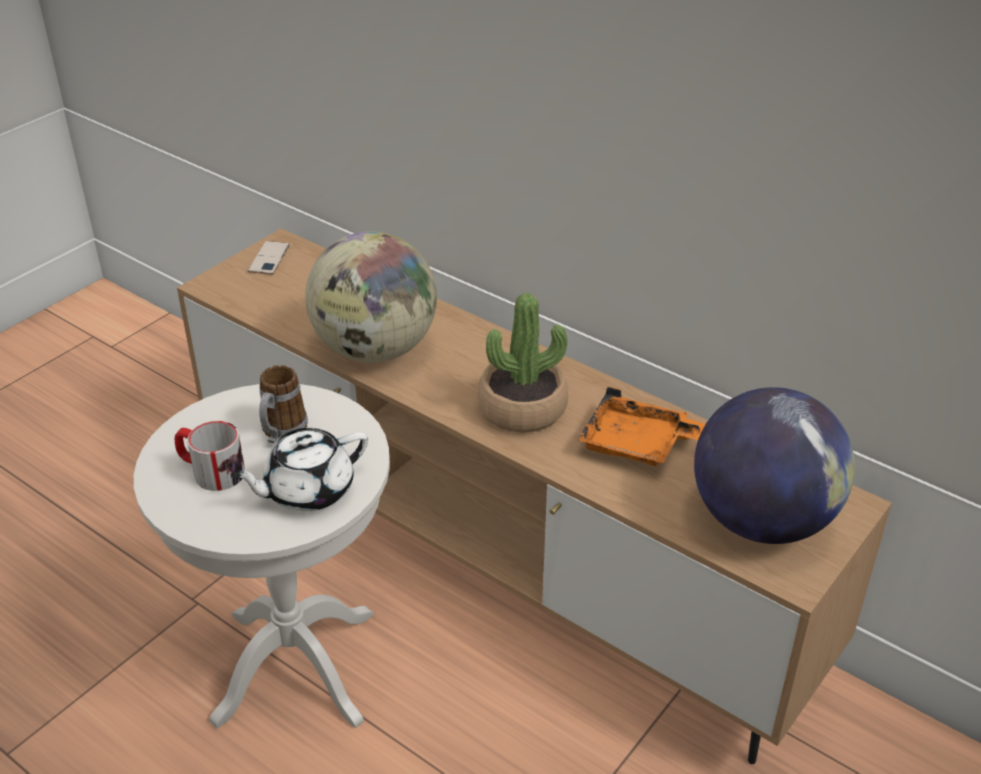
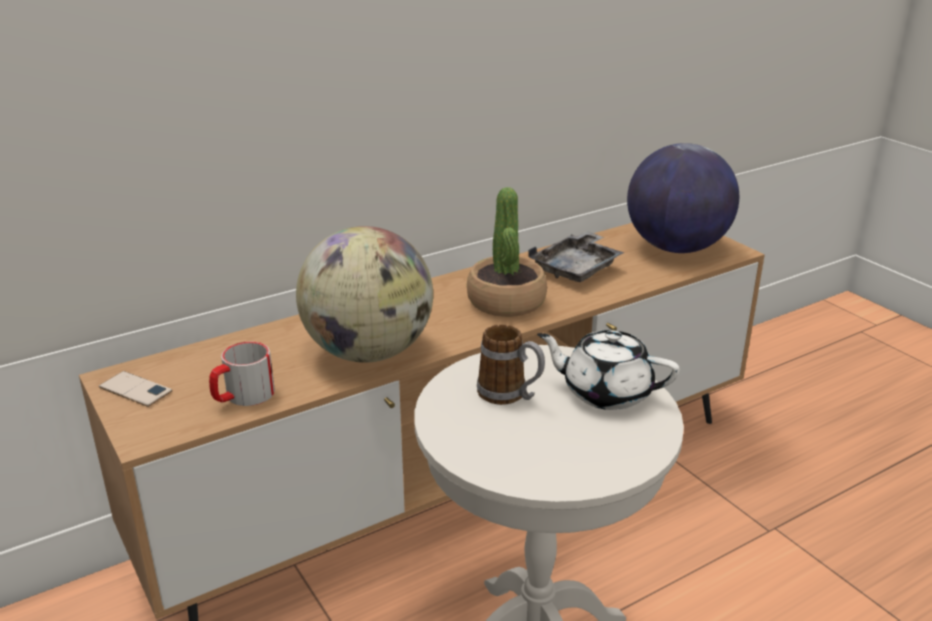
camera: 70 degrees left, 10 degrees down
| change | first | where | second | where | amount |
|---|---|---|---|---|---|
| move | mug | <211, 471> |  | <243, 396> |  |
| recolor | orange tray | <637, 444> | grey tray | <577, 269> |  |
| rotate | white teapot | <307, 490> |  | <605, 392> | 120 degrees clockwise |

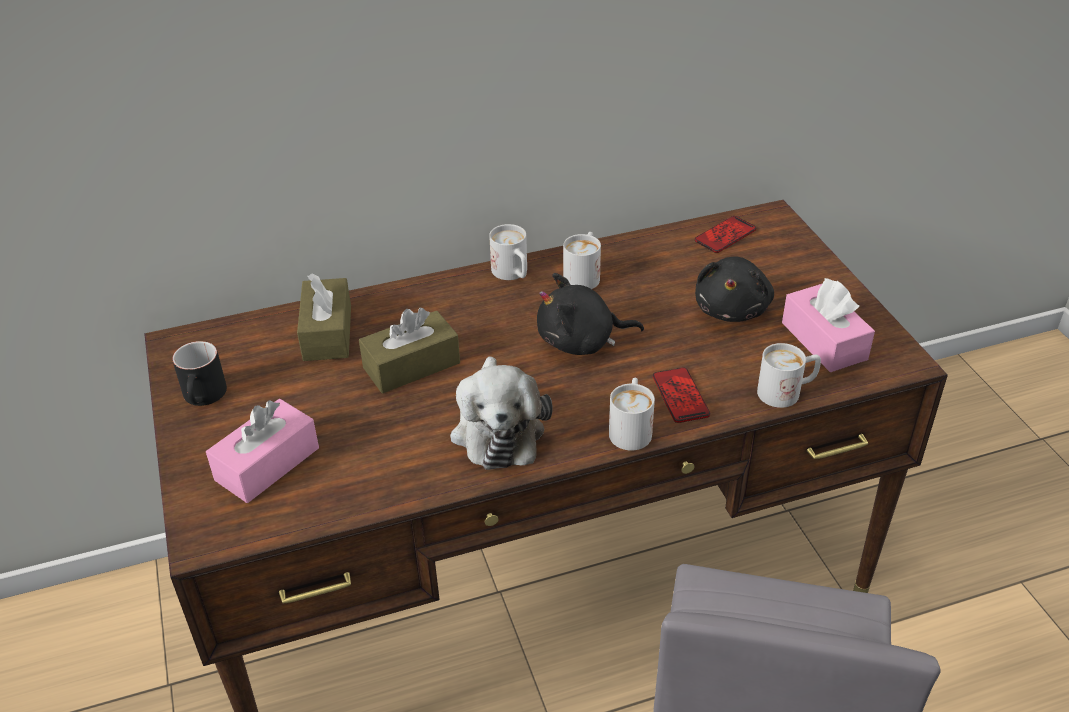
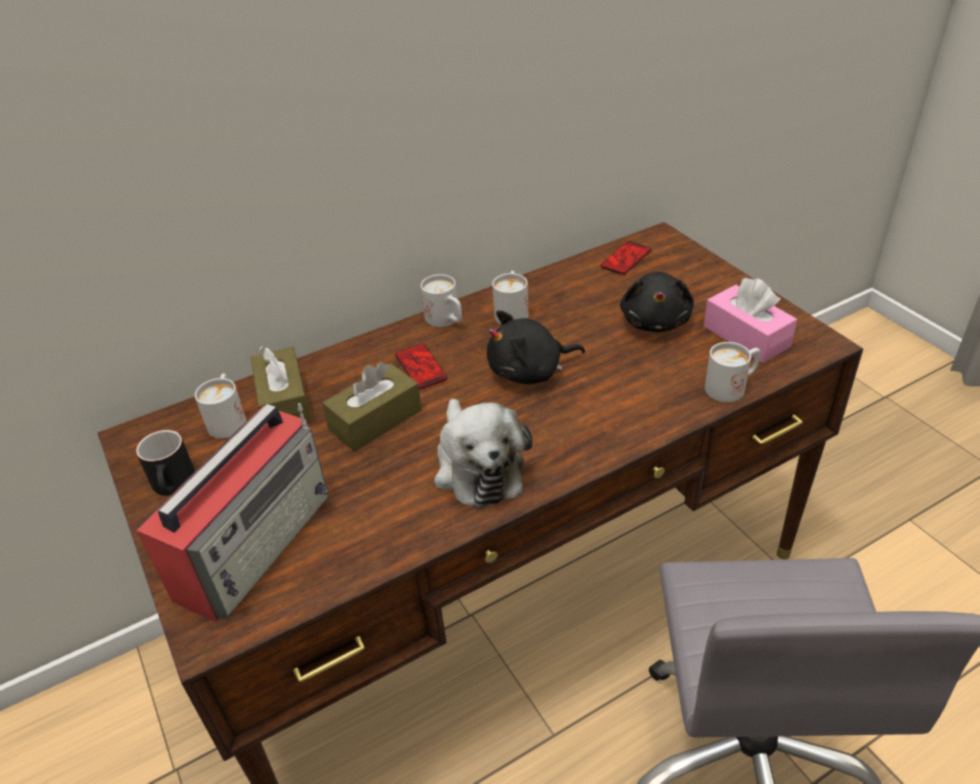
camera: 10 degrees left, 0 degrees up
| change | first | where | second | where | amount |
|---|---|---|---|---|---|
| replace | pink tissue box | <267, 464> | radio | <256, 542> |  |
| move | white mug | <631, 428> |  | <228, 419> |  |
| move | phone | <680, 396> |  | <421, 367> |  |

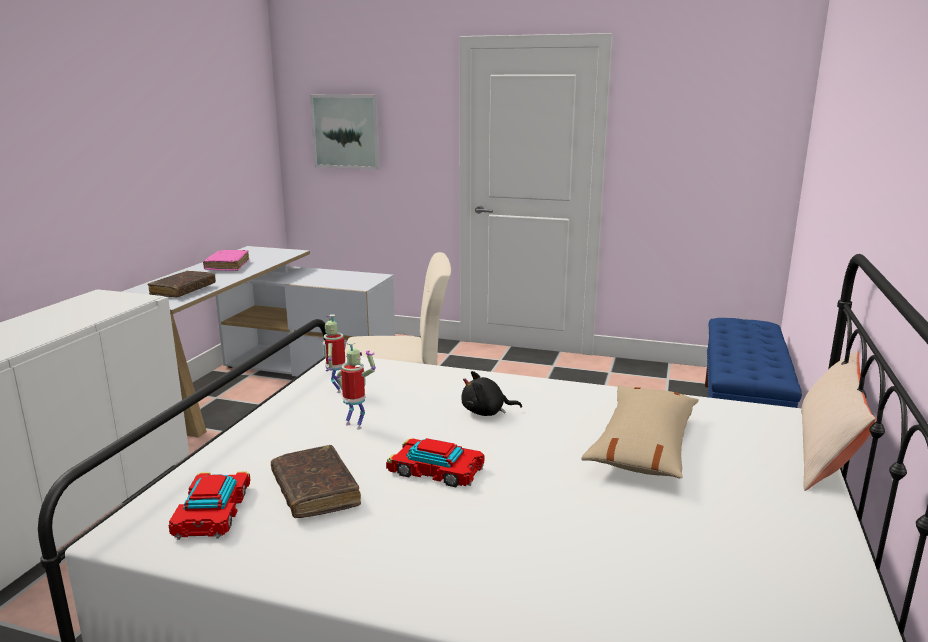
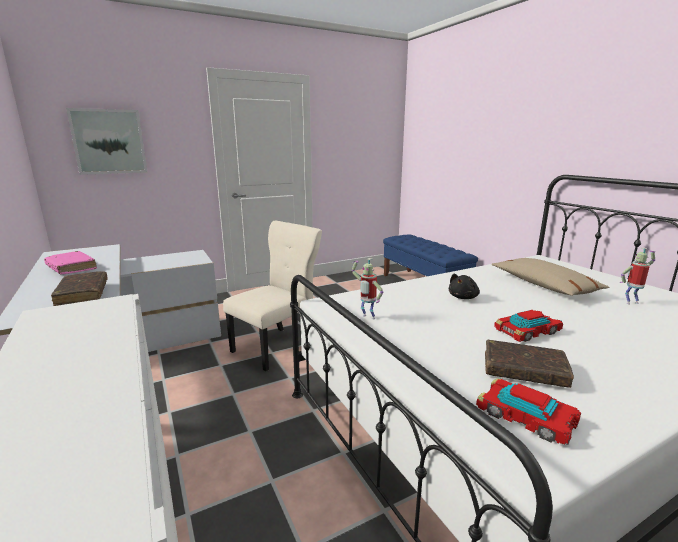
camera: 45 degrees left, 0 degrees up
| change | first | where | second | where | amount |
|---|---|---|---|---|---|
| move | toy robot | <356, 425> |  | <631, 302> |  |
| delete | beige pillow | <826, 451> |  |  |  |

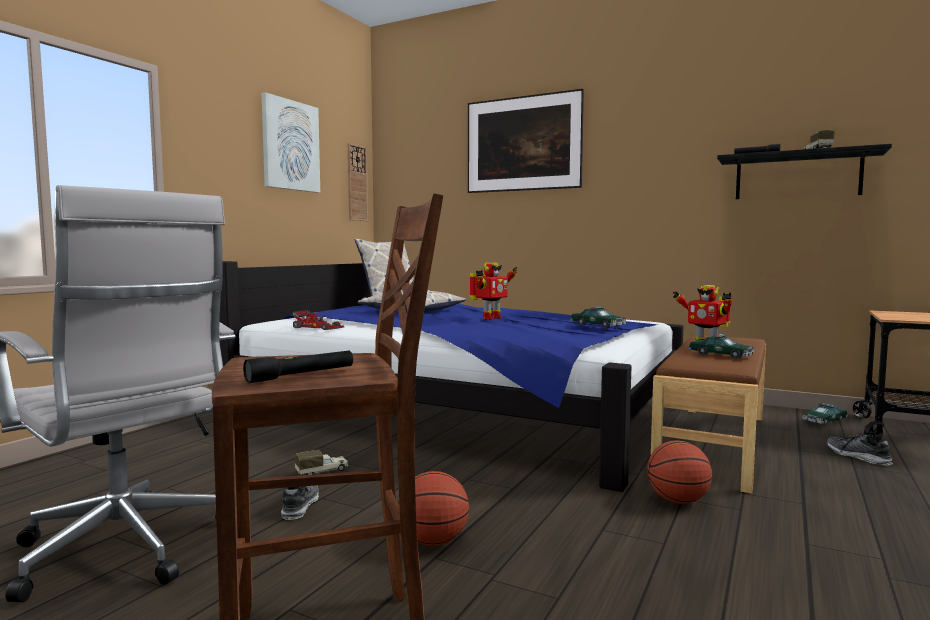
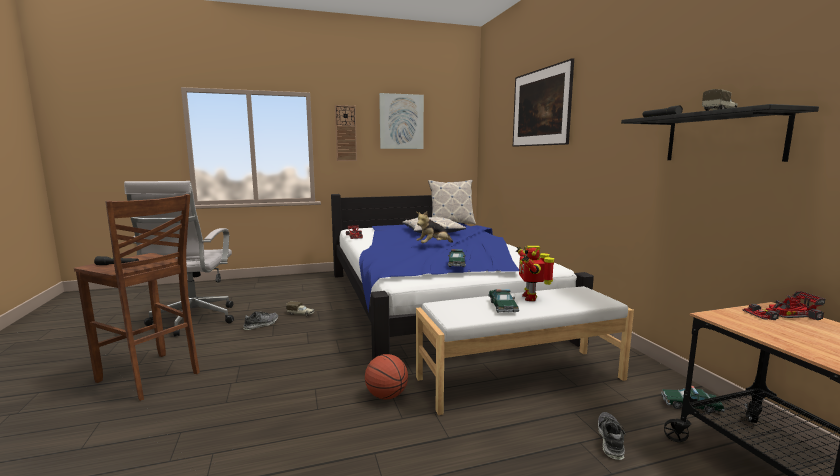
camera: 45 degrees right, 5 degrees up
| change | first | where | second | where | amount |
|---|---|---|---|---|---|
| move | wall clock | <357, 183> |  | <346, 133> |  |
| replace | toy robot | <490, 318> | plush toy | <433, 245> |  |
| recolor | brown bench | <712, 443> | white bench | <520, 378> |  |
| insert |  |  | toy car | <781, 314> |  |
| delete | basketball | <433, 541> |  |  |  |

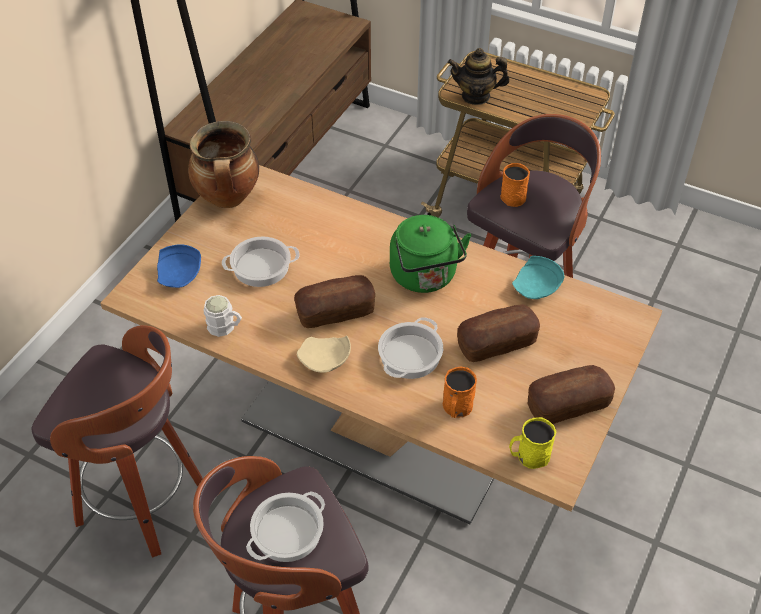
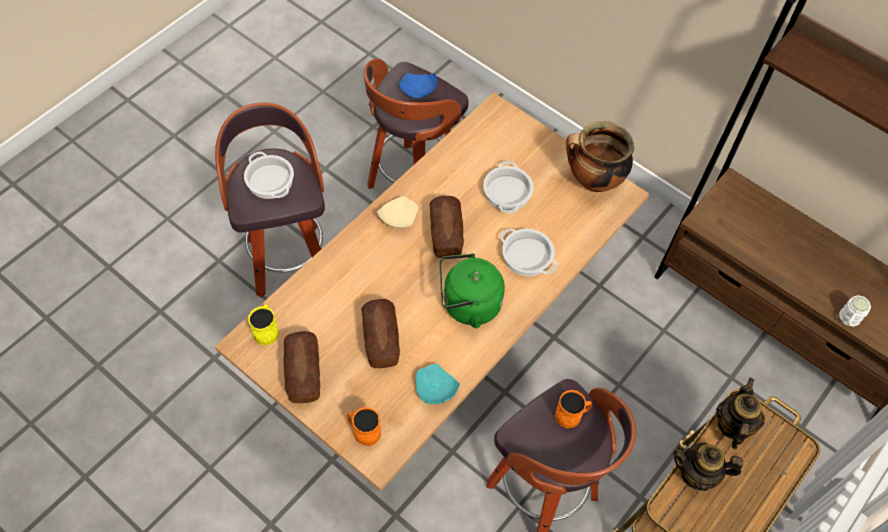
camera: 100 degrees right, 10 degrees up
| change | first | where | second | where | amount |
|---|---|---|---|---|---|
| move | orange mug | <457, 408> |  | <363, 431> |  |
| move | blue plate | <180, 274> |  | <418, 91> |  |
| move | cooking pot | <410, 356> |  | <526, 256> |  |
| insert |  |  | teapot | <697, 475> |  |
| move | white mug | <225, 327> |  | <848, 319> |  |

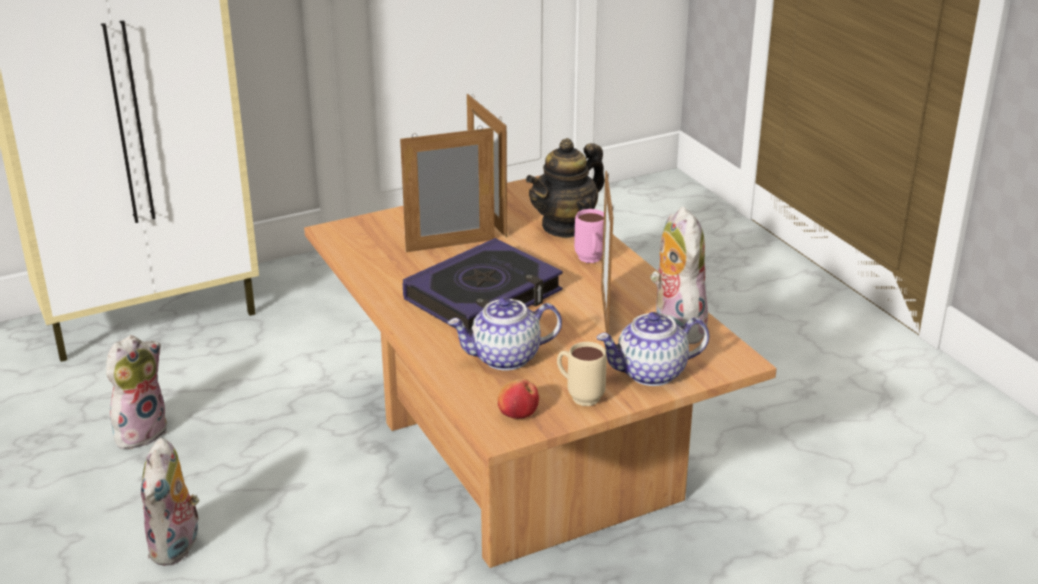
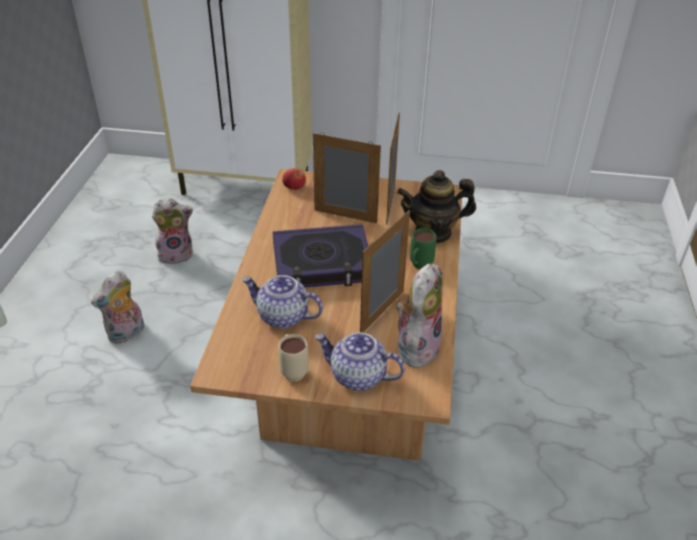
camera: 35 degrees right, 10 degrees up
| change | first | where | second | where | amount |
|---|---|---|---|---|---|
| move | apple | <517, 413> |  | <294, 186> |  |
| recolor | pink mug | <590, 261> | green mug | <418, 267> |  |

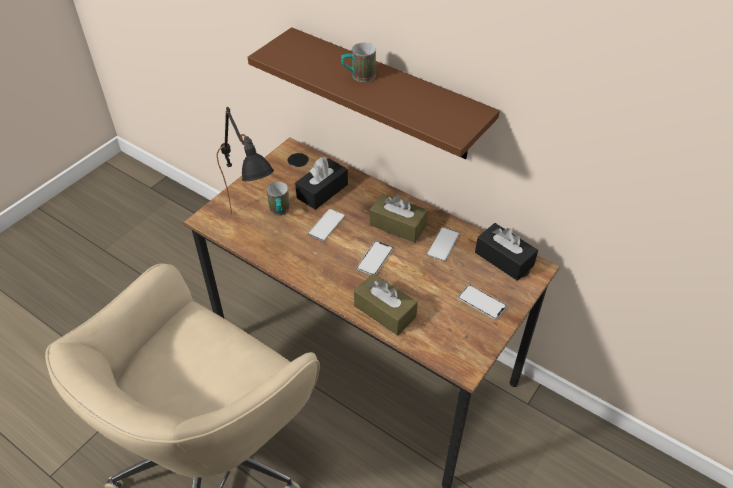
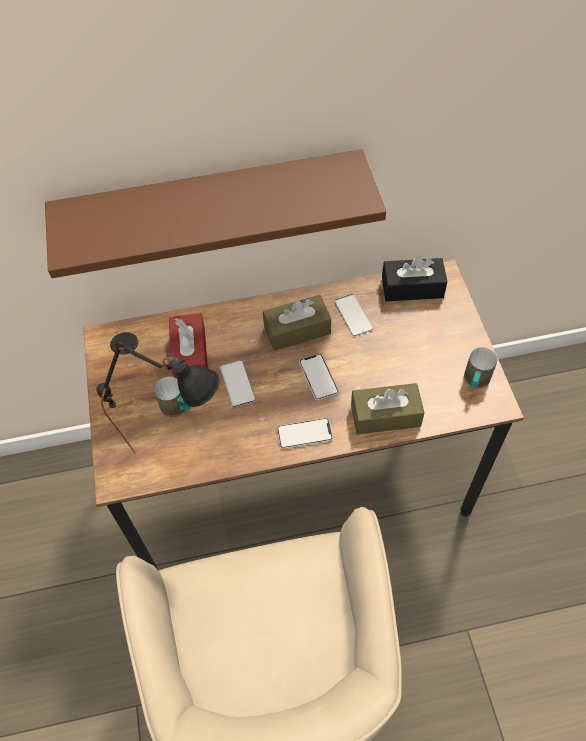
camera: 45 degrees left, 10 degrees up
| change | first | where | second | where | amount |
|---|---|---|---|---|---|
| recolor | black tissue box | <322, 191> | red tissue box | <190, 355> |  |
| move | phone | <481, 302> |  | <304, 434> |  |
| move | mug | <358, 76> |  | <475, 382> |  |

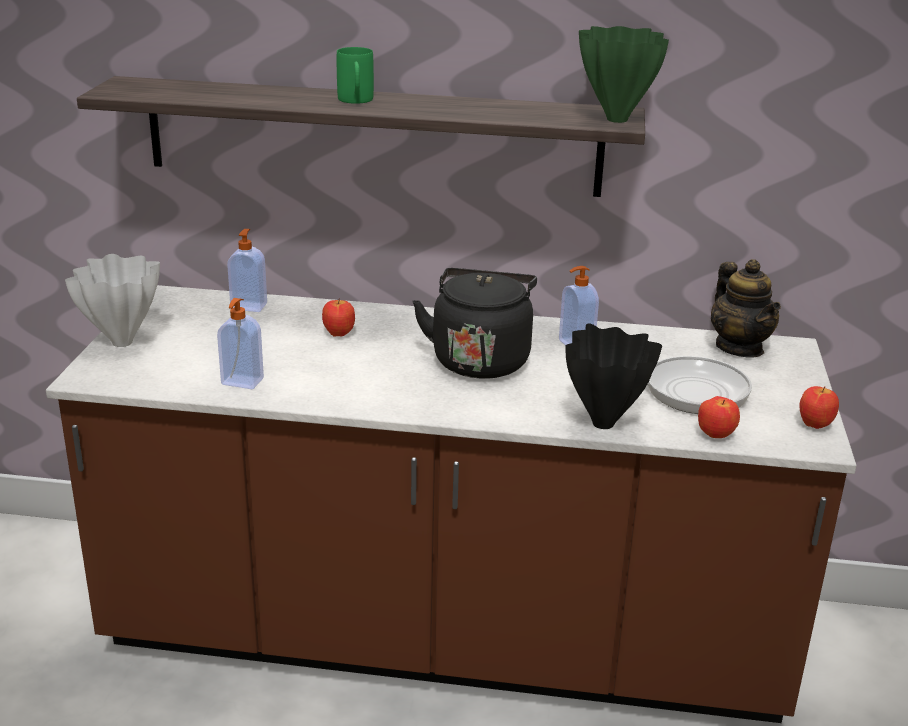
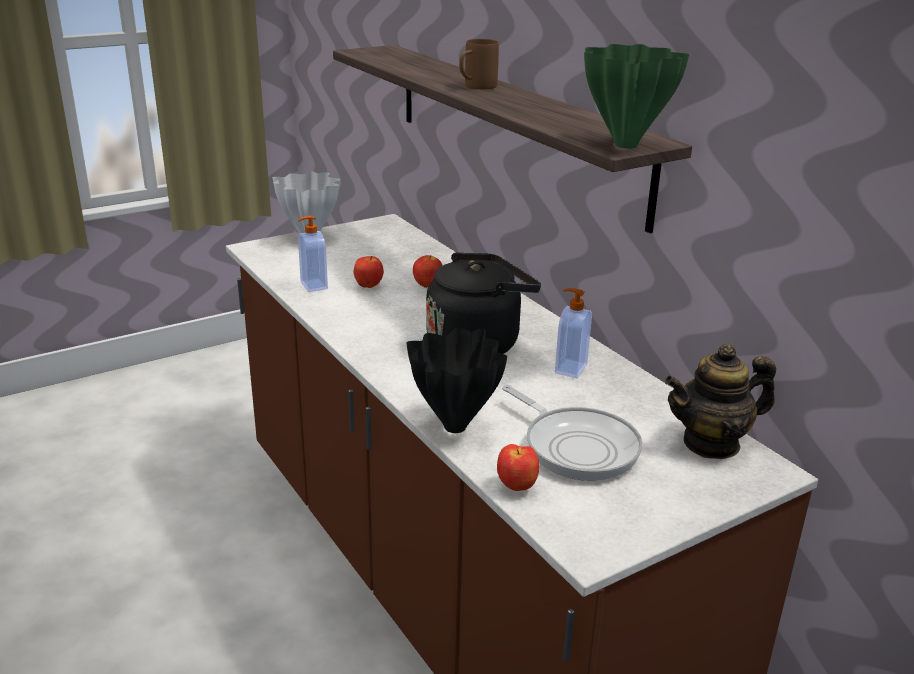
camera: 50 degrees right, 0 degrees up
| change | first | where | second | where | amount |
|---|---|---|---|---|---|
| move | apple | <814, 425> |  | <369, 286> |  |
| recolor | green mug | <356, 101> | brown mug | <475, 87> |  |
| rotate | teapot | <739, 347> |  | <711, 443> | 45 degrees clockwise |
| delete | soap dispenser | <249, 306> |  |  |  |

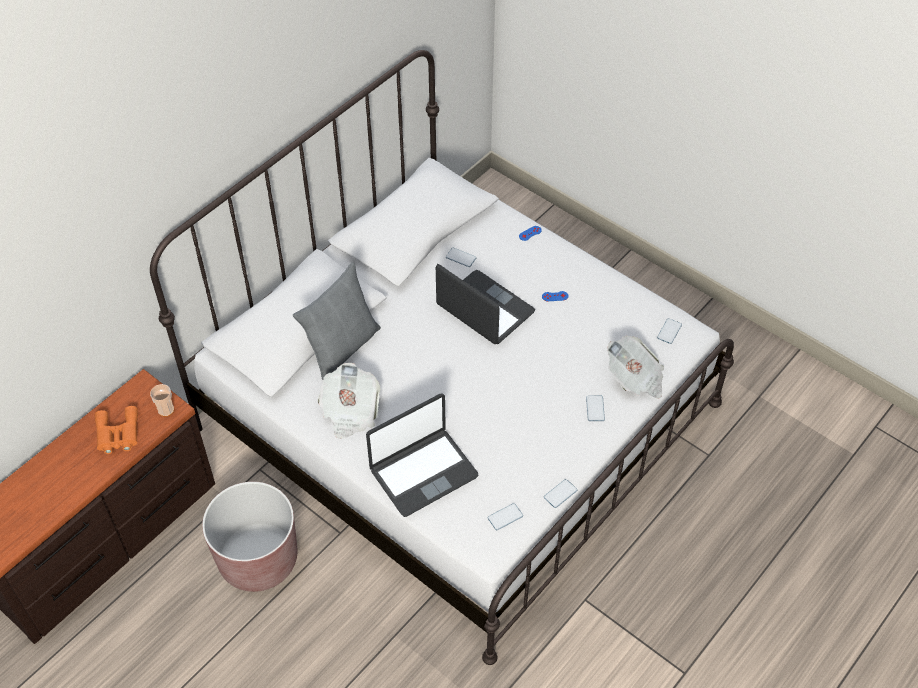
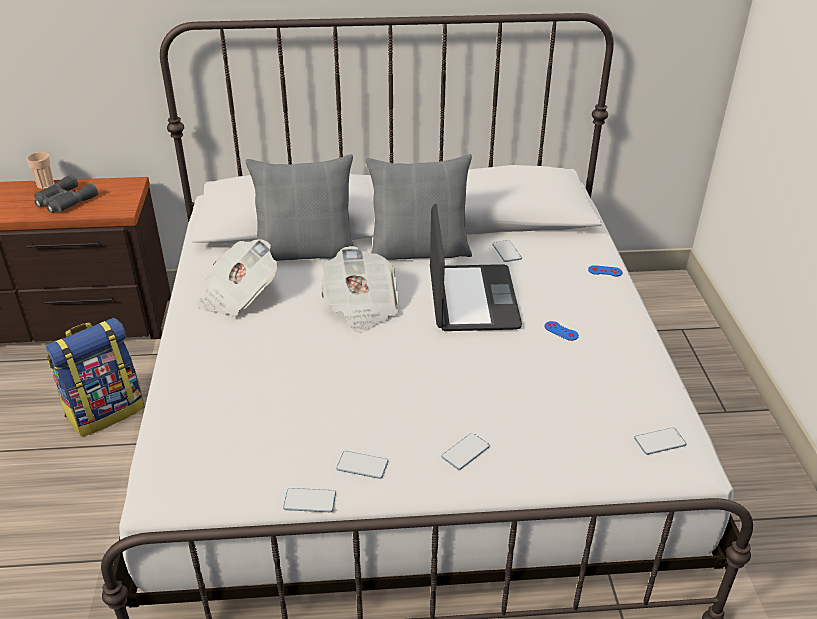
camera: 45 degrees right, 15 degrees down
| change | first | where | second | where | amount |
|---|---|---|---|---|---|
| move | cup | <166, 410> |  | <46, 185> |  |
| recolor | orange binoculars | <117, 435> | grey binoculars | <64, 201> |  |
| replace | brown planter | <258, 559> | backpack | <105, 411> |  |
| move | newspaper | <635, 378> |  | <361, 307> |  |
| move | phone | <505, 517> |  | <362, 465> |  |
| insert |  |  | grey pillow | <419, 250> |  |
| delete | laptop | <423, 472> |  |  |  |

